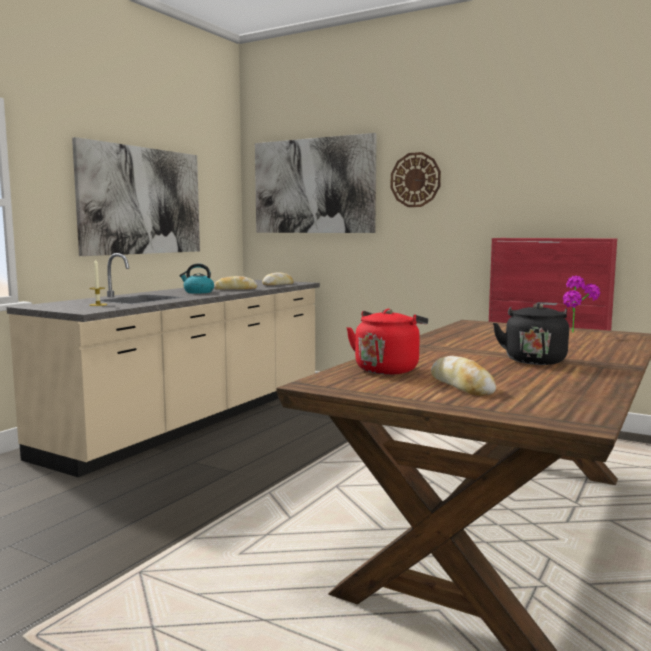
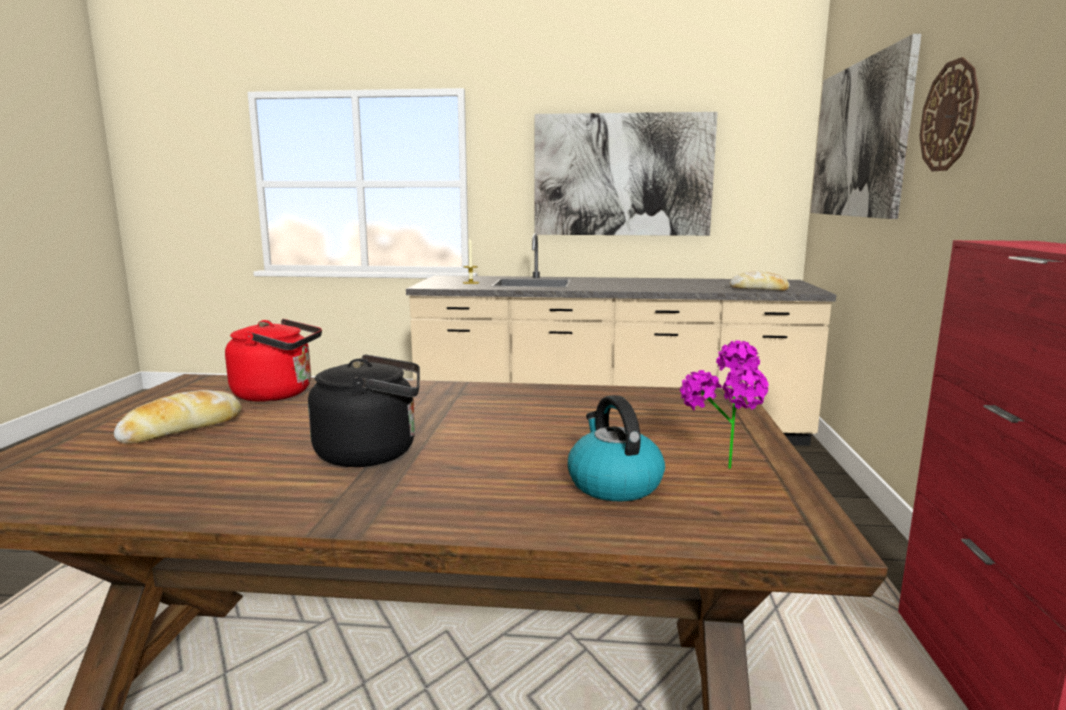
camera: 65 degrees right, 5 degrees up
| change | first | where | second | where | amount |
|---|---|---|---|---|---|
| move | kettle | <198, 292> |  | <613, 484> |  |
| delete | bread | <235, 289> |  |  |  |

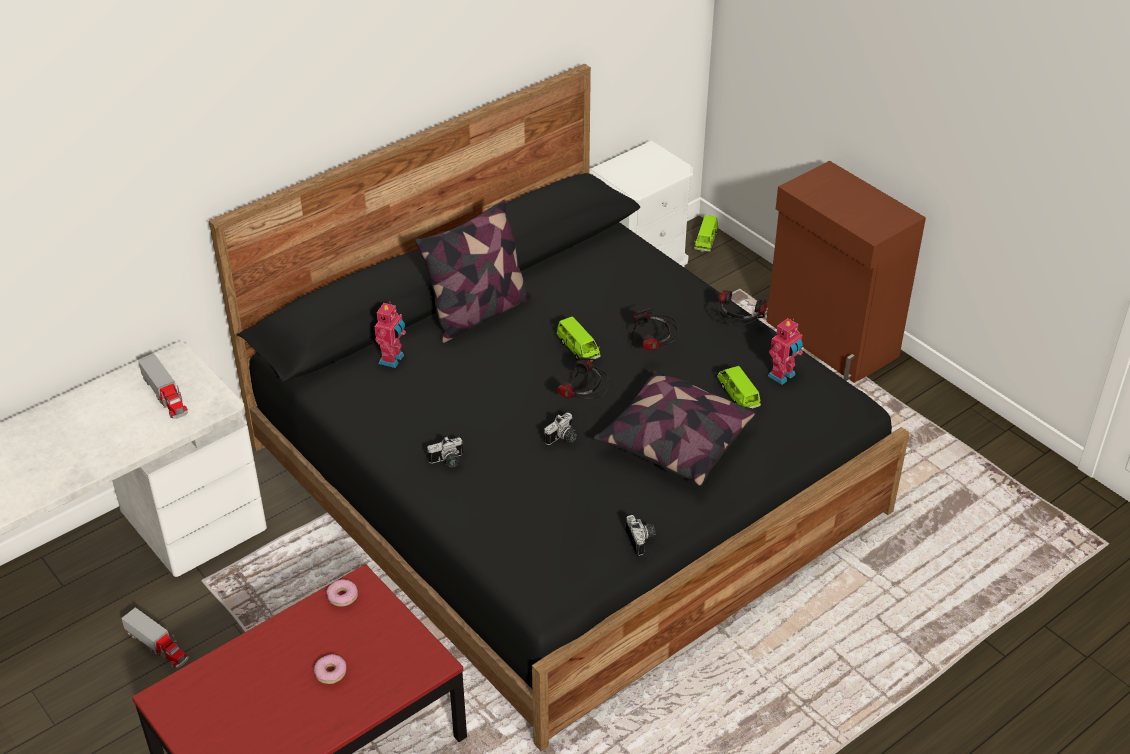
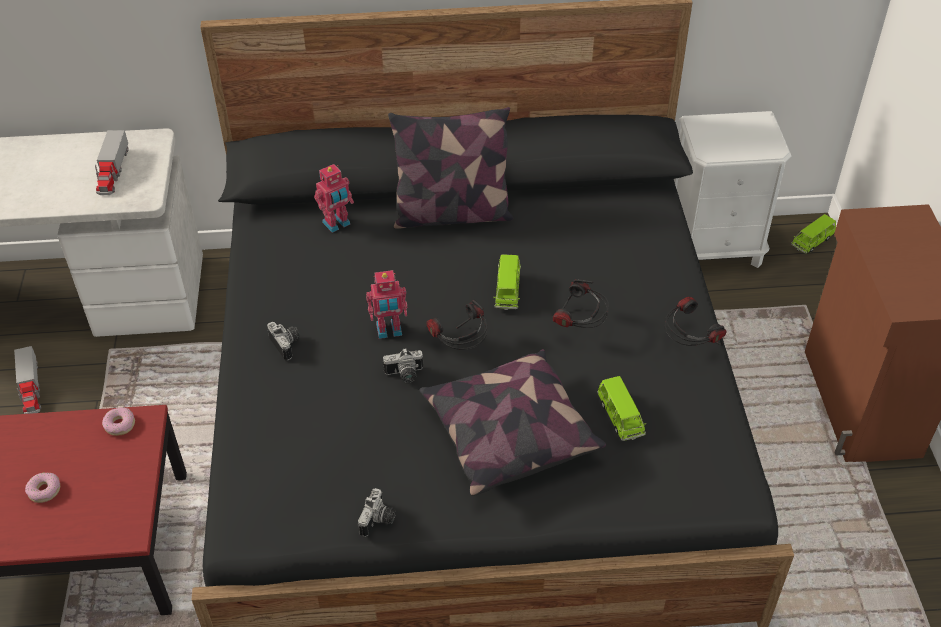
camera: 35 degrees right, 5 degrees up
| change | first | where | second | where | amount |
|---|---|---|---|---|---|
| rotate | photo camera | <447, 461> |  | <287, 344> | 135 degrees counterclockwise |
| move | toy robot | <783, 376> |  | <389, 331> |  |
| rotate | green toy car | <738, 395> |  | <620, 417> | 150 degrees clockwise |

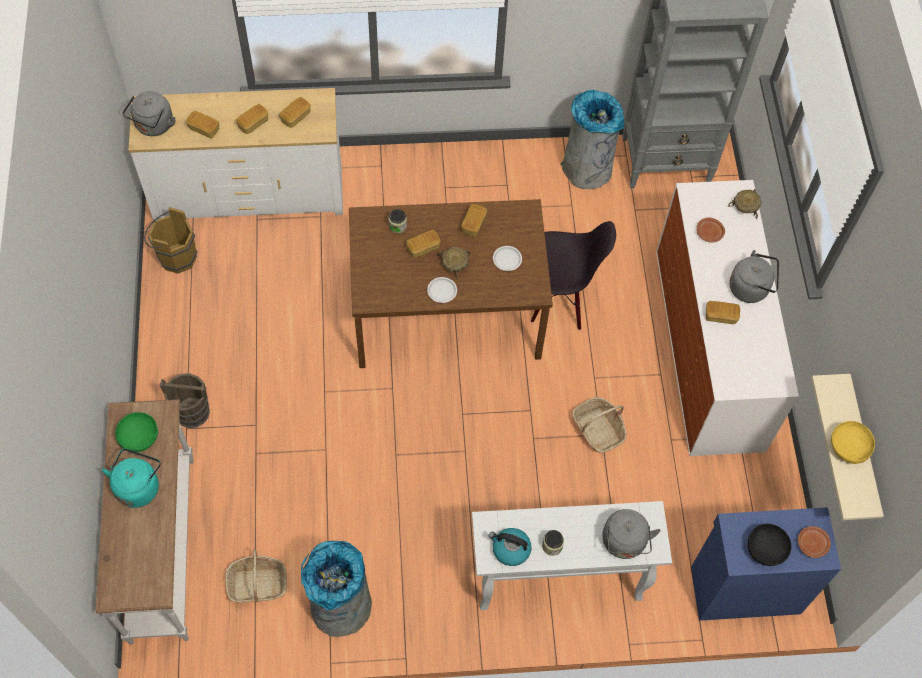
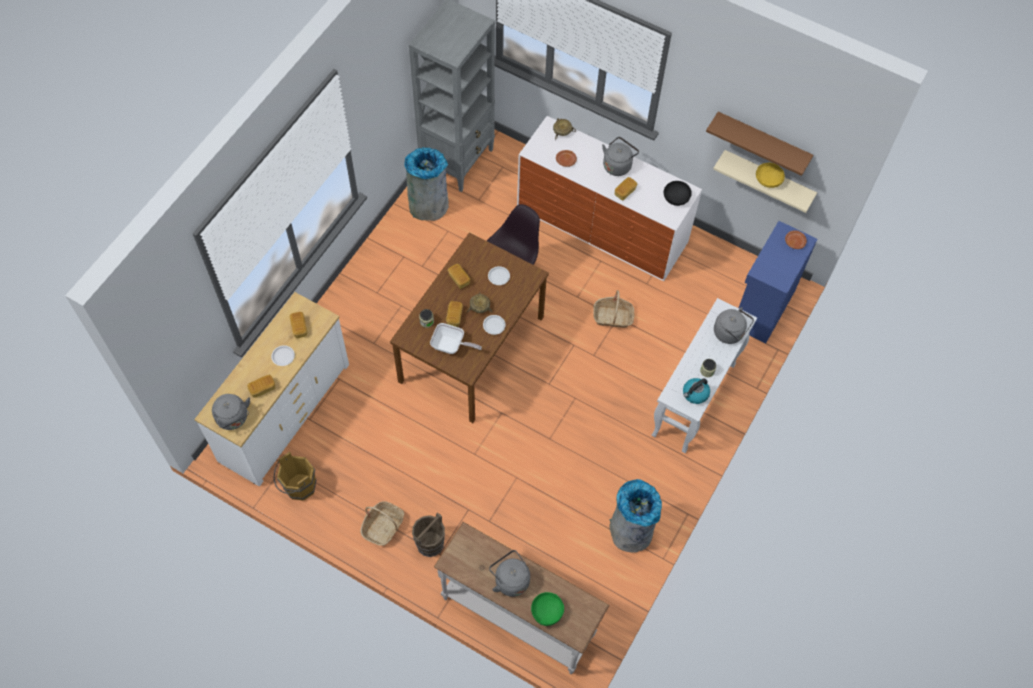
camera: 55 degrees left, 0 degrees up
| change | first | where | second | where | amount |
|---|---|---|---|---|---|
| replace | bread | <253, 123> | white plate | <283, 356> |  |
| move | basket | <257, 584> |  | <383, 526> |  |
| insert |  |  | frying pan | <451, 346> |  |
| recolor | turquoise kettle | <138, 486> | grey kettle | <510, 579> |  |
| move | green bowl | <139, 437> |  | <547, 611> |  |
| move | black bowl | <766, 550> |  | <676, 198> |  |
| insert |  |  | brown shelf | <762, 142> |  |

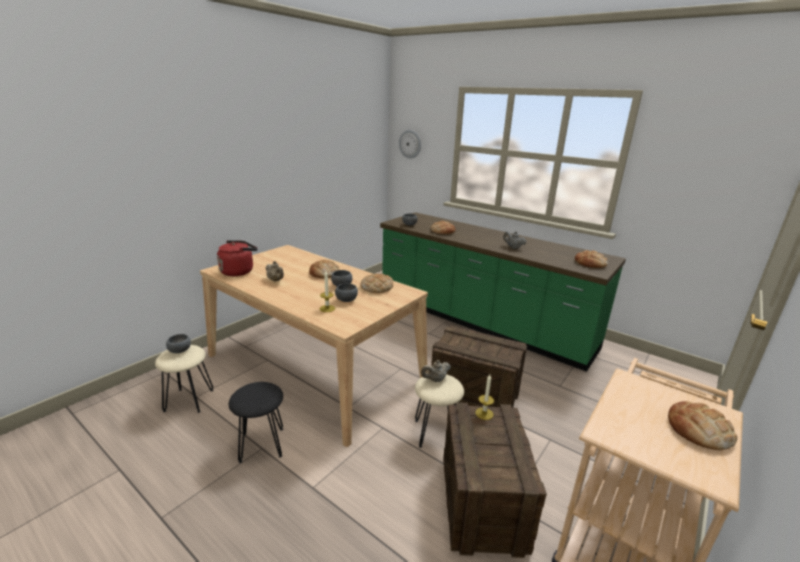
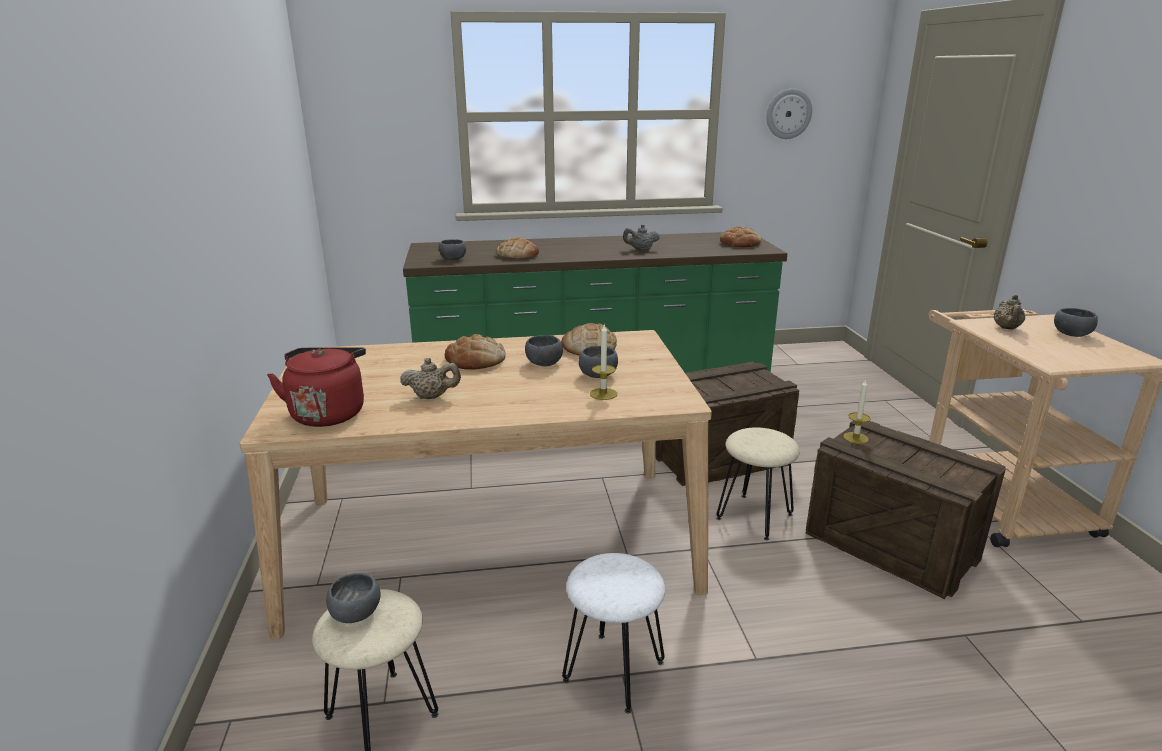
camera: 45 degrees left, 0 degrees up
| change | first | where | second | where | amount |
|---|---|---|---|---|---|
| recolor | black stool | <261, 444> | white stool | <613, 672> |  |
| move | wall clock | <410, 144> |  | <788, 114> |  |
| move | beige teapot | <435, 380> |  | <1006, 328> |  |
| replace | bread | <699, 430> | grey bowl | <1071, 335> |  |

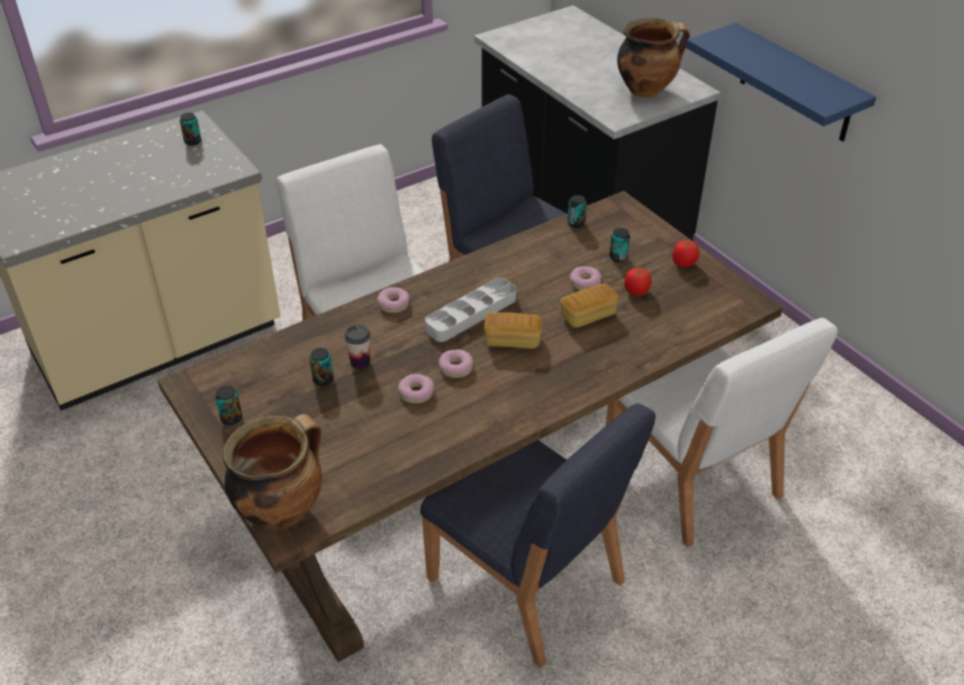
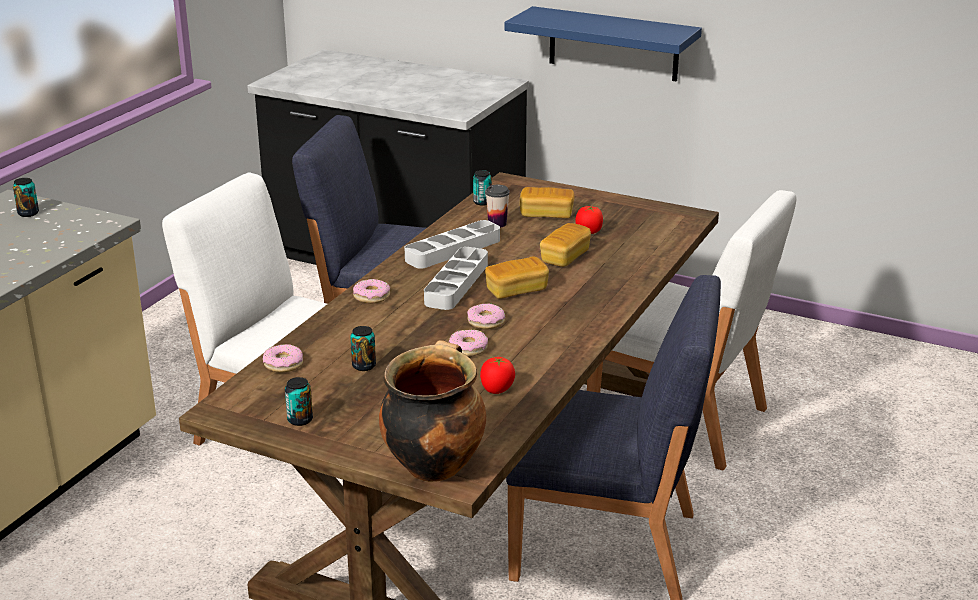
camera: 30 degrees left, 15 degrees down
| change | first | where | second | where | amount |
|---|---|---|---|---|---|
| move | donut | <585, 283> |  | <283, 364> |  |
| insert |  |  | grey tray | <453, 250> |  |
| move | tomato | <683, 263> |  | <497, 389> |  |
| move | cup | <360, 362> |  | <497, 224> |  |
| replace | can | <618, 257> | bread | <546, 214> |  |
| delete | cooking pot | <646, 90> |  |  |  |

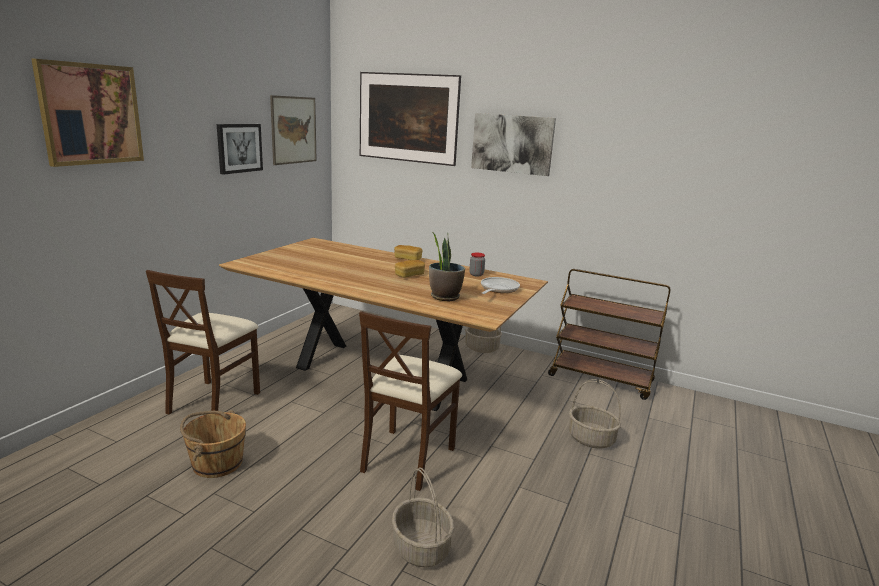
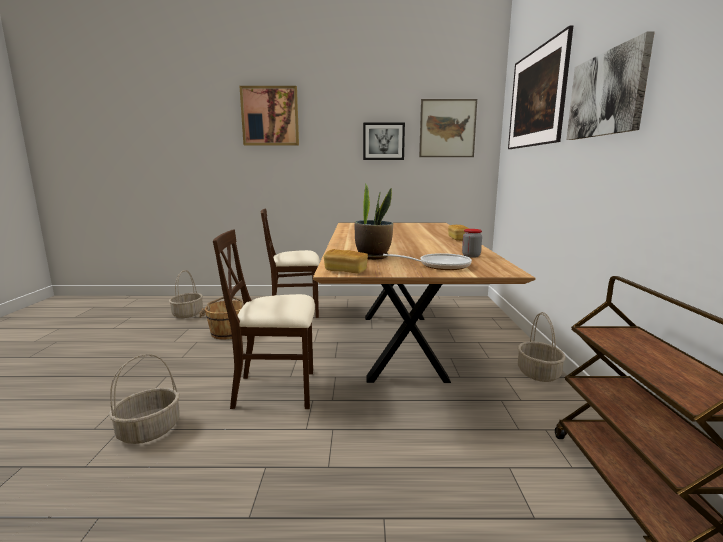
camera: 65 degrees right, 5 degrees down
| change | first | where | second | where | amount |
|---|---|---|---|---|---|
| move | basket | <591, 439> |  | <187, 314> |  |
| move | bread | <409, 275> |  | <346, 271> |  |

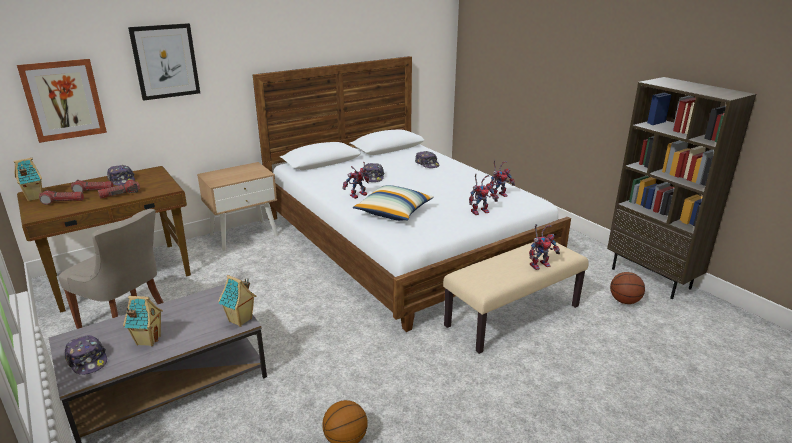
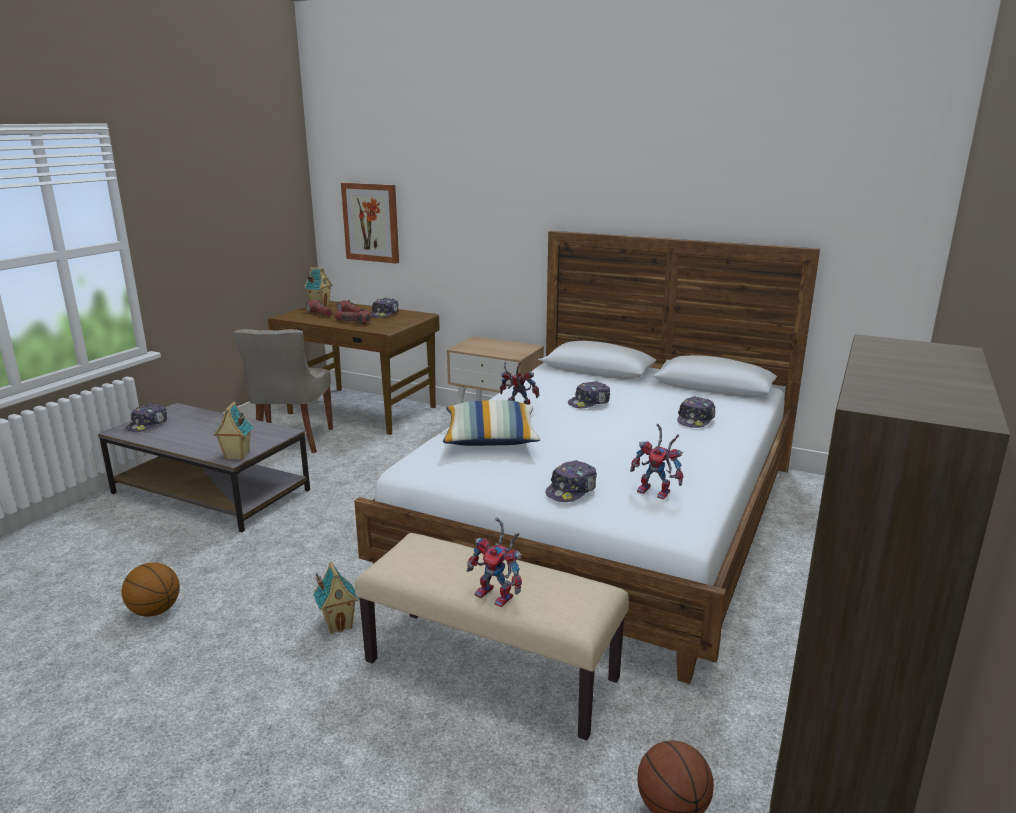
camera: 60 degrees right, 5 degrees down
| change | first | where | second | where | amount |
|---|---|---|---|---|---|
| move | toy house | <148, 340> |  | <339, 624> |  |
| replace | toy robot | <480, 211> | cap | <571, 490> |  |
| delete | picture | <165, 61> |  |  |  |

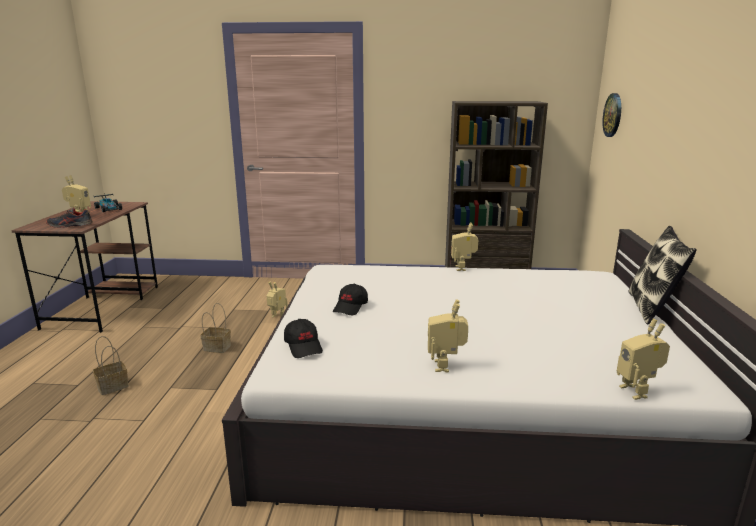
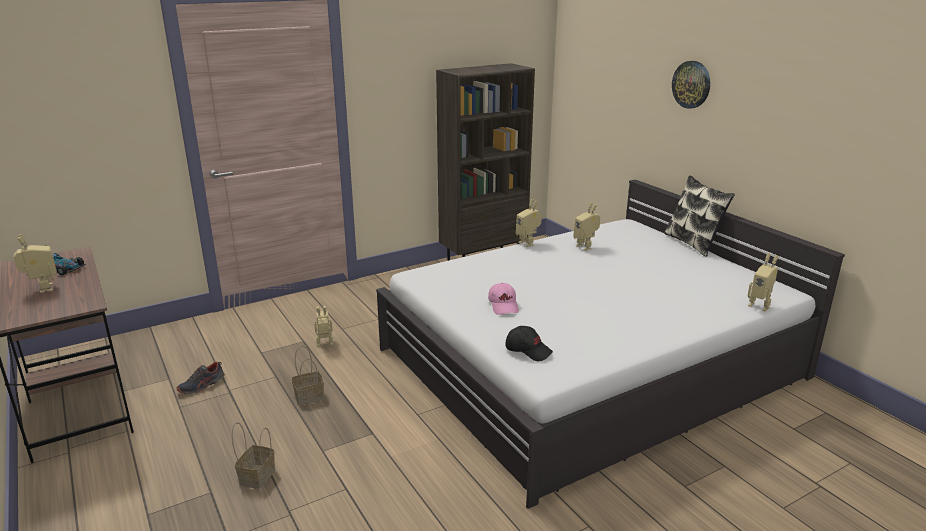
camera: 35 degrees left, 5 degrees up
| change | first | where | second | where | amount |
|---|---|---|---|---|---|
| move | shoe | <70, 226> |  | <202, 385> |  |
| recolor | black cap | <351, 307> | pink cap | <504, 306> |  |
| move | toy robot | <446, 366> |  | <585, 247> |  |
| move | wall clock | <613, 115> |  | <691, 84> |  |

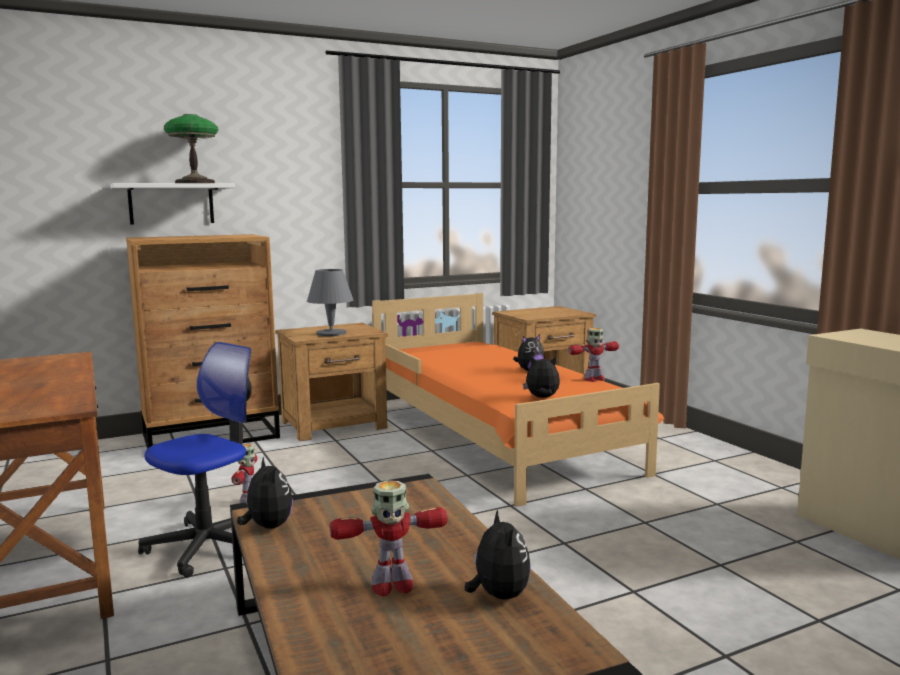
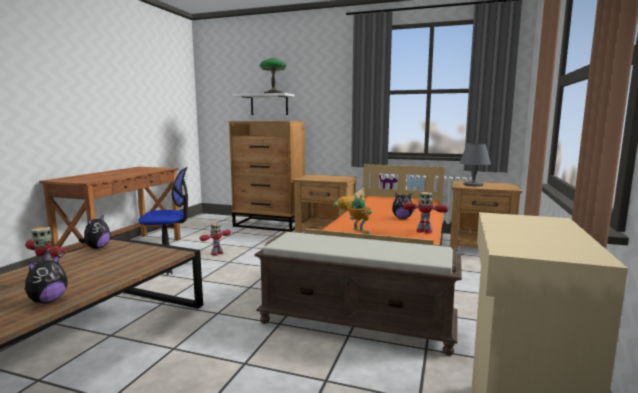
camera: 45 degrees right, 0 degrees up
| change | first | where | second | where | amount |
|---|---|---|---|---|---|
| insert |  |  | brown bench | <357, 323> |  |
| replace | plush toy | <542, 398> | toy robot | <354, 232> |  |
| move | grey table lamp | <331, 333> |  | <473, 184> |  |

